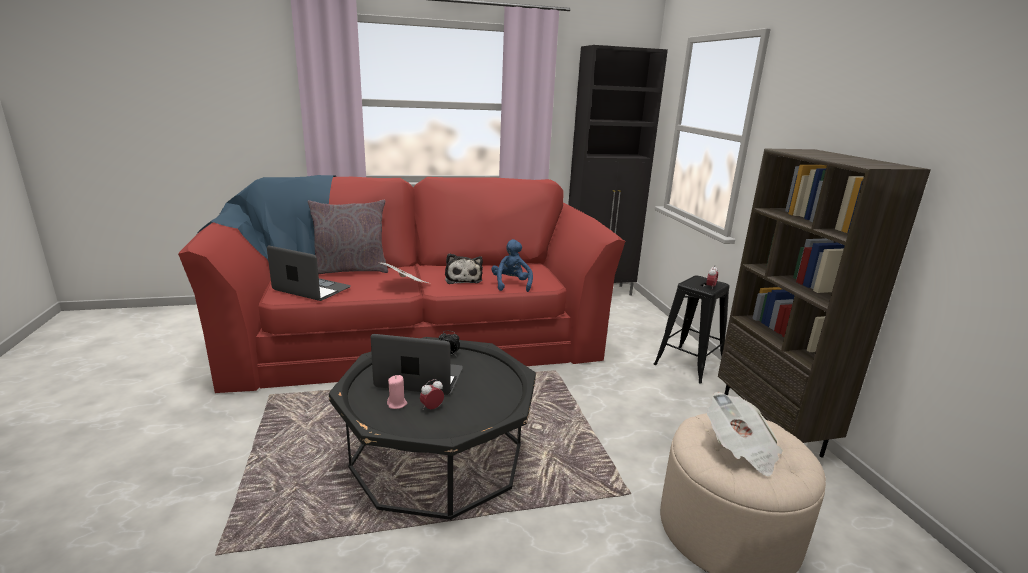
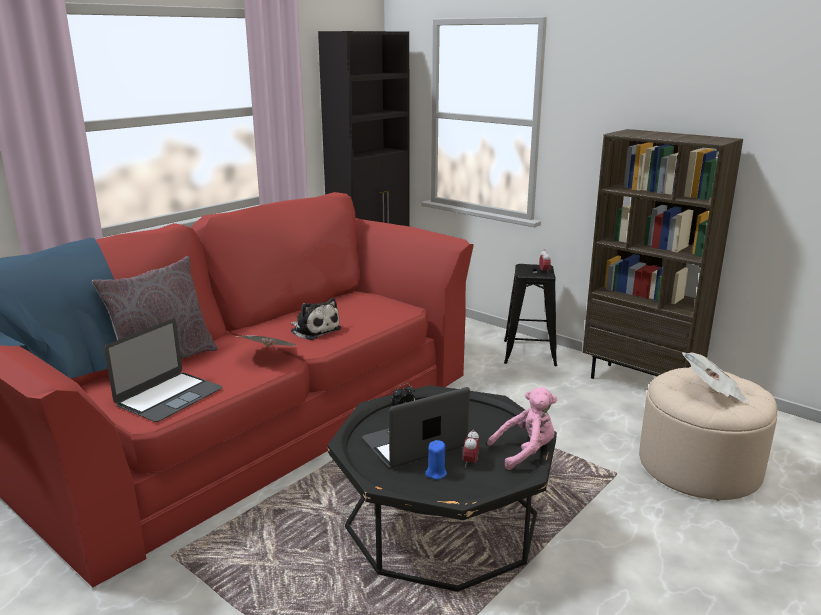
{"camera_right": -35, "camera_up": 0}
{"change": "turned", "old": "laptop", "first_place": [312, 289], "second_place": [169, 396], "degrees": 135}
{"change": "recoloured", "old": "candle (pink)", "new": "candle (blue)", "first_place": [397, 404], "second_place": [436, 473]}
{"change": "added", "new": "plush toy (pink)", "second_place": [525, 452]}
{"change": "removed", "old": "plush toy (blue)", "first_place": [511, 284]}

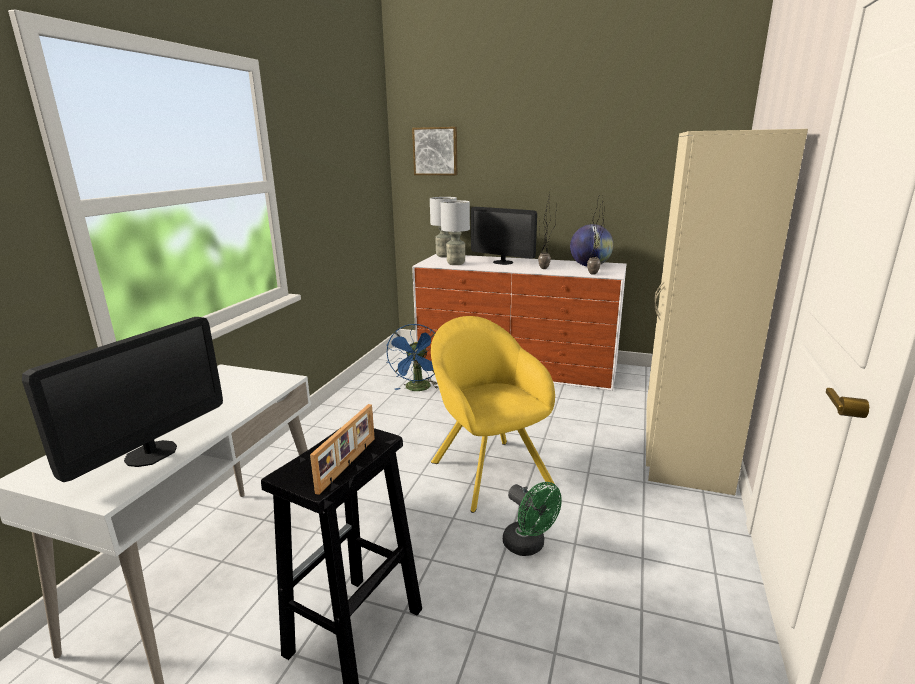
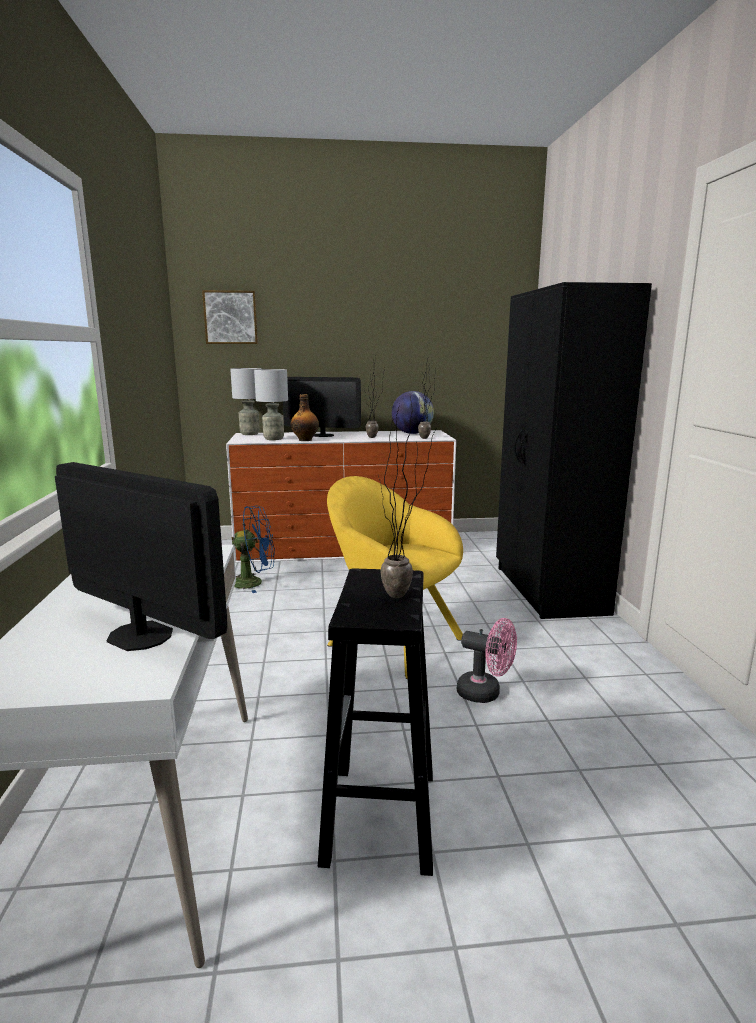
{"camera_right": -25, "camera_up": -5}
{"change": "turned", "old": "monitor", "first_place": [151, 453], "second_place": [140, 636], "degrees": -60}
{"change": "turned", "old": "fan (blue)", "first_place": [418, 389], "second_place": [254, 583], "degrees": -75}
{"change": "added", "new": "bottle", "second_place": [305, 440]}
{"change": "replaced", "old": "picture frame", "new": "potted plant", "first_place": [348, 464], "second_place": [405, 598]}
{"change": "recoloured", "old": "fan (green)", "new": "fan (pink)", "first_place": [529, 546], "second_place": [485, 693]}
{"change": "recoloured", "old": "wardrobe (beige)", "new": "wardrobe (black)", "first_place": [683, 450], "second_place": [548, 590]}

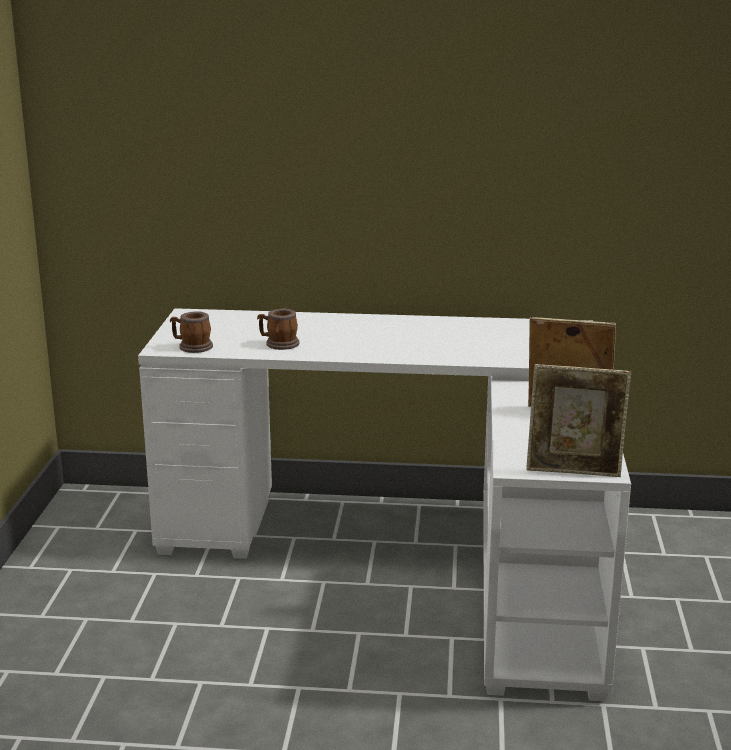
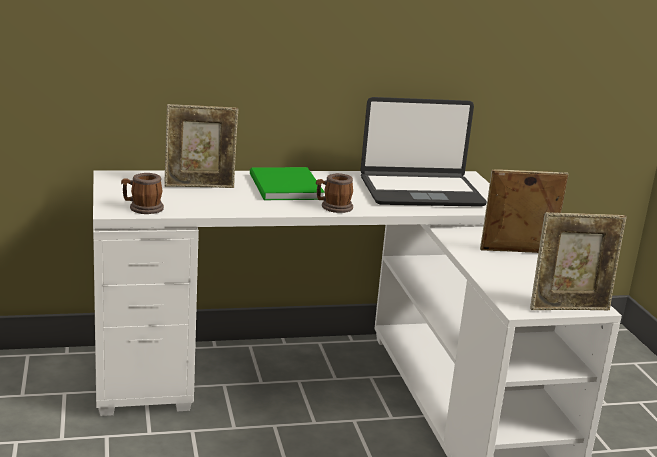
{"camera_right": -20, "camera_up": 0}
{"change": "added", "new": "picture frame", "second_place": [200, 186]}
{"change": "added", "new": "book (green)", "second_place": [284, 187]}
{"change": "moved", "old": "mug", "first_place": [278, 344], "second_place": [333, 207]}
{"change": "added", "new": "laptop", "second_place": [420, 191]}

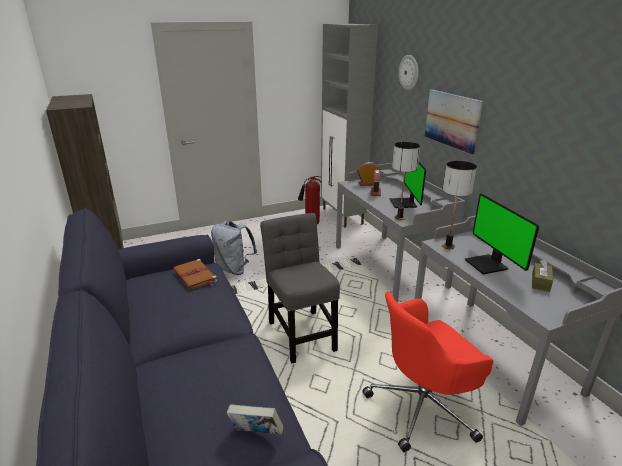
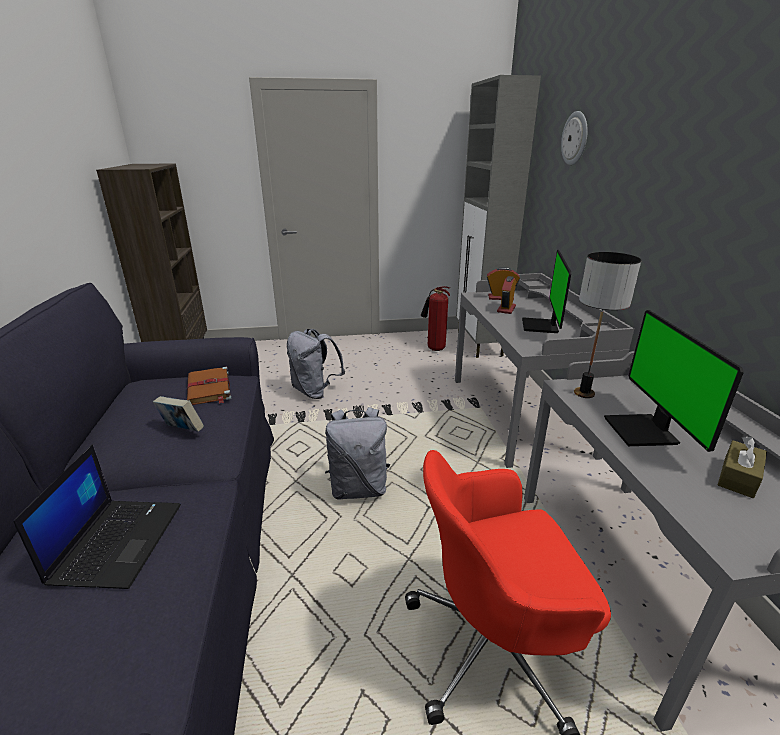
{"camera_right": 15, "camera_up": 0}
{"change": "added", "new": "laptop", "second_place": [117, 541]}
{"change": "moved", "old": "book", "first_place": [256, 434], "second_place": [182, 430]}
{"change": "replaced", "old": "chair (grey)", "new": "backpack (grey)", "first_place": [301, 333], "second_place": [358, 488]}
{"change": "removed", "old": "table lamp", "first_place": [399, 218]}
{"change": "removed", "old": "picture", "first_place": [451, 120]}

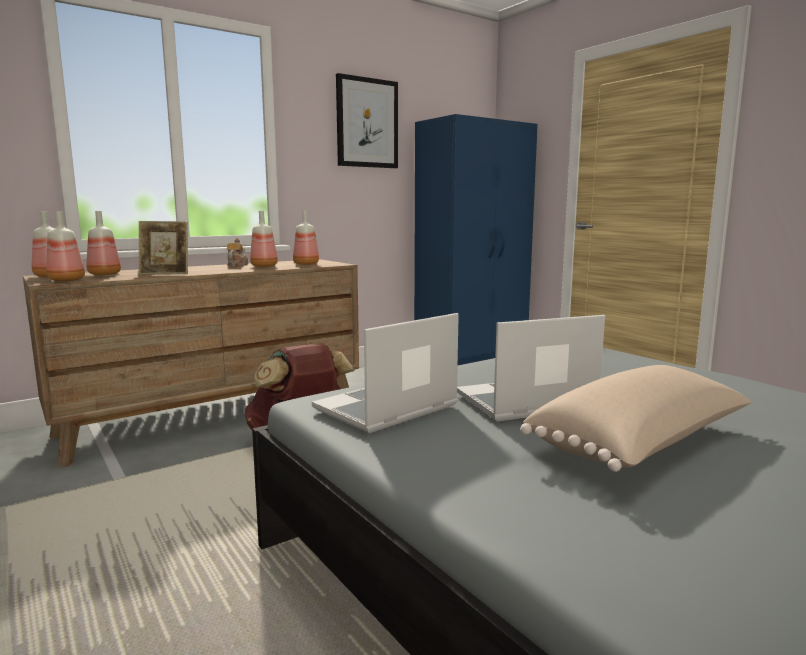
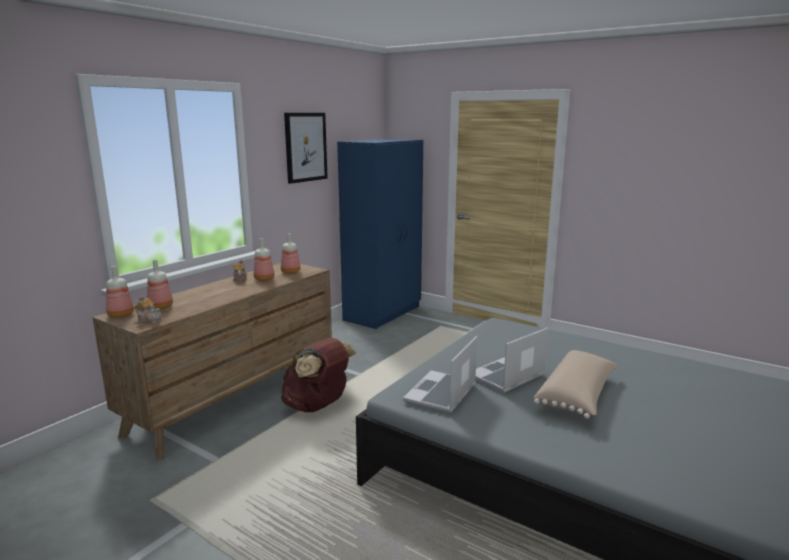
{"camera_right": -20, "camera_up": 5}
{"change": "replaced", "old": "bottle", "new": "teapot", "first_place": [67, 280], "second_place": [150, 320]}
{"change": "removed", "old": "picture frame", "first_place": [165, 273]}

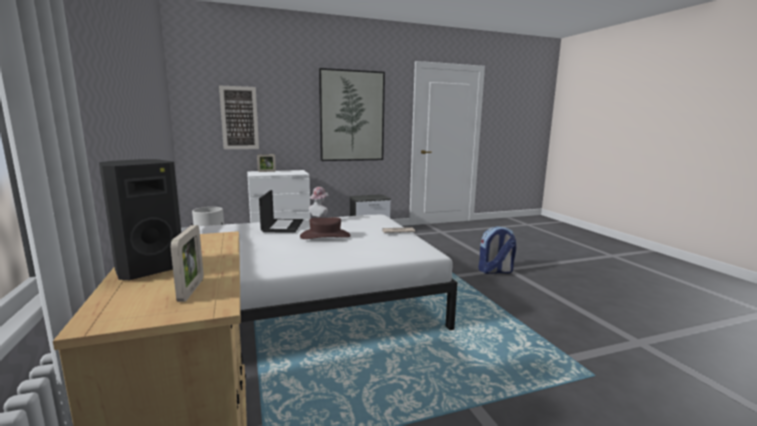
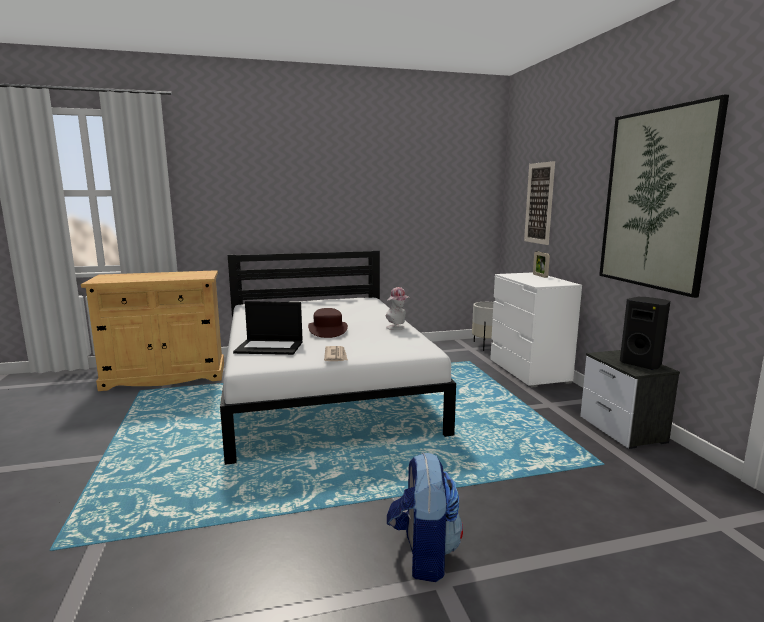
{"camera_right": 95, "camera_up": 0}
{"change": "moved", "old": "laptop", "first_place": [282, 226], "second_place": [270, 347]}
{"change": "moved", "old": "speaker (black)", "first_place": [148, 269], "second_place": [642, 364]}
{"change": "removed", "old": "picture frame", "first_place": [191, 290]}

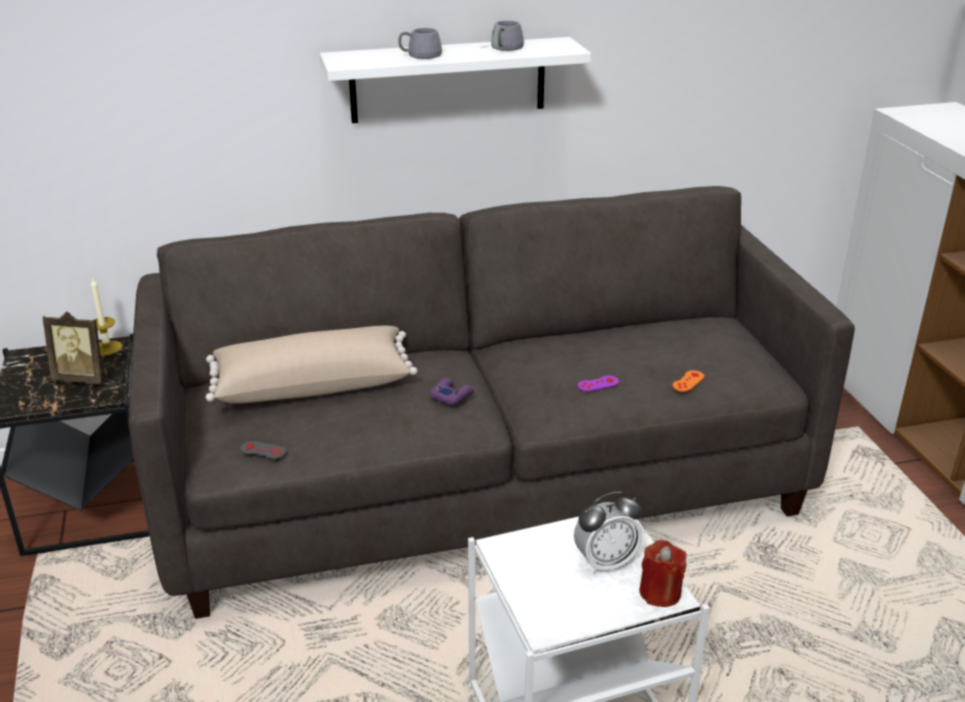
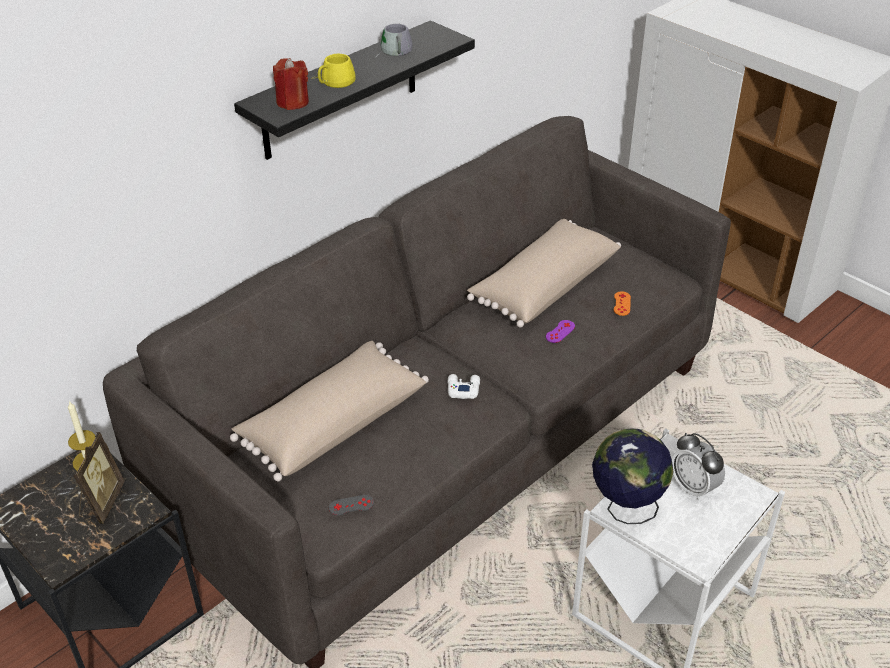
{"camera_right": -30, "camera_up": 10}
{"change": "turned", "old": "picture frame", "first_place": [83, 378], "second_place": [101, 503], "degrees": -60}
{"change": "recoloured", "old": "shelf (white)", "new": "shelf (black)", "first_place": [448, 80], "second_place": [340, 91]}
{"change": "moved", "old": "candle (red)", "first_place": [660, 593], "second_place": [292, 102]}
{"change": "recoloured", "old": "mug (grey)", "new": "mug (yellow)", "first_place": [419, 54], "second_place": [332, 81]}
{"change": "recoloured", "old": "game controller (purple)", "new": "game controller (white)", "first_place": [451, 396], "second_place": [463, 389]}
{"change": "added", "new": "pillow (beige)", "second_place": [543, 286]}
{"change": "added", "new": "globe", "second_place": [626, 508]}
{"change": "turned", "old": "alarm clock", "first_place": [605, 562], "second_place": [693, 487], "degrees": 105}

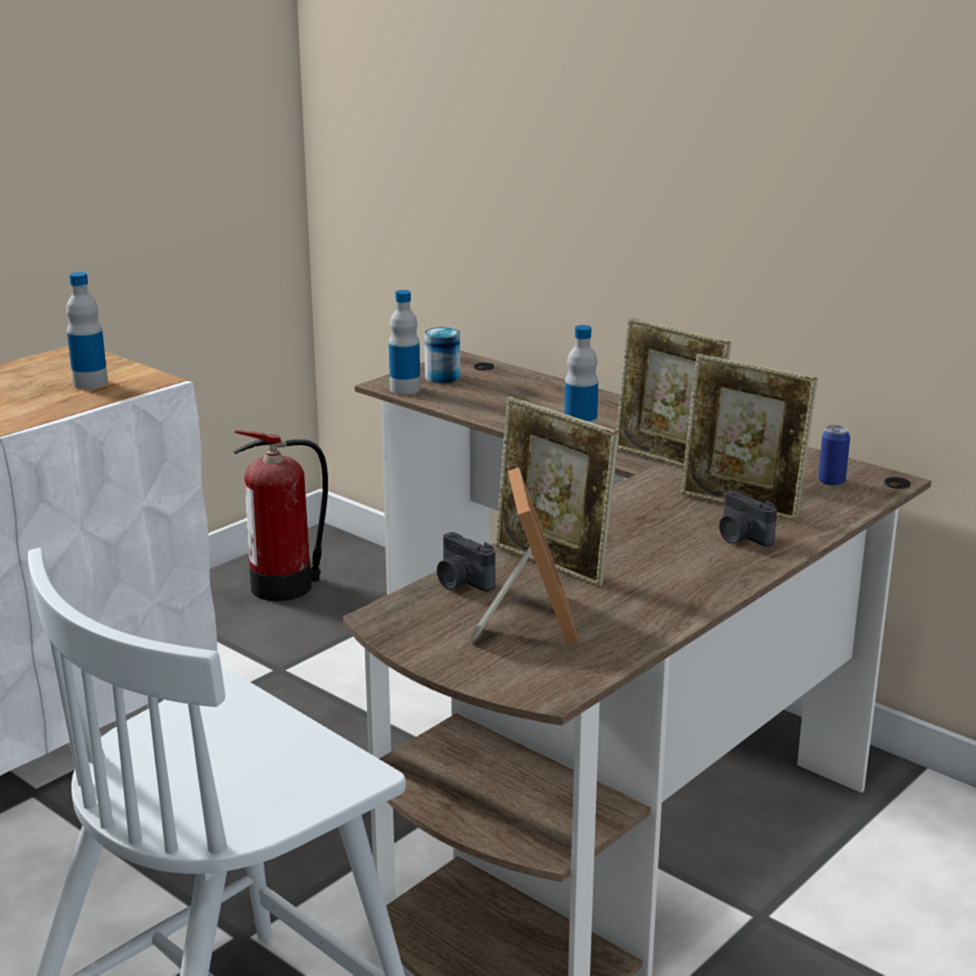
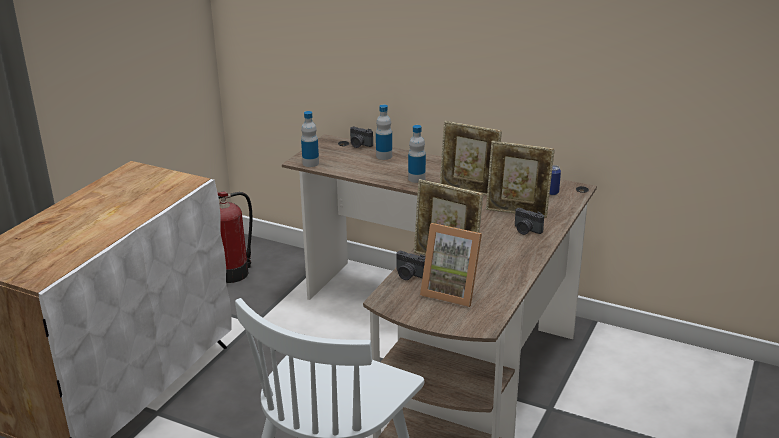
{"camera_right": -15, "camera_up": 5}
{"change": "added", "new": "photo camera", "second_place": [359, 145]}
{"change": "moved", "old": "bottle", "first_place": [90, 383], "second_place": [384, 156]}
{"change": "turned", "old": "picture frame", "first_place": [526, 621], "second_place": [452, 291], "degrees": 135}
{"change": "removed", "old": "can", "first_place": [442, 377]}

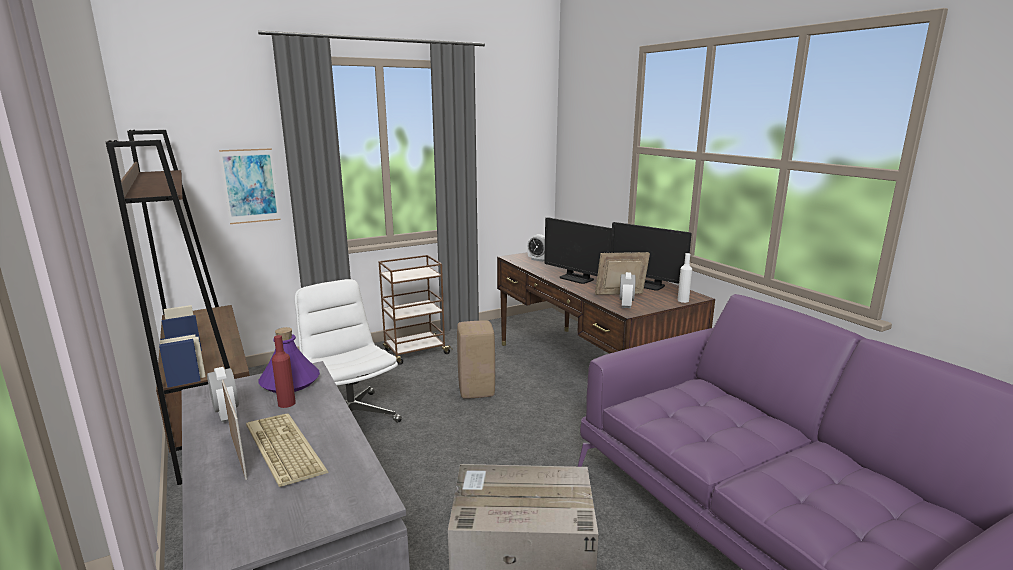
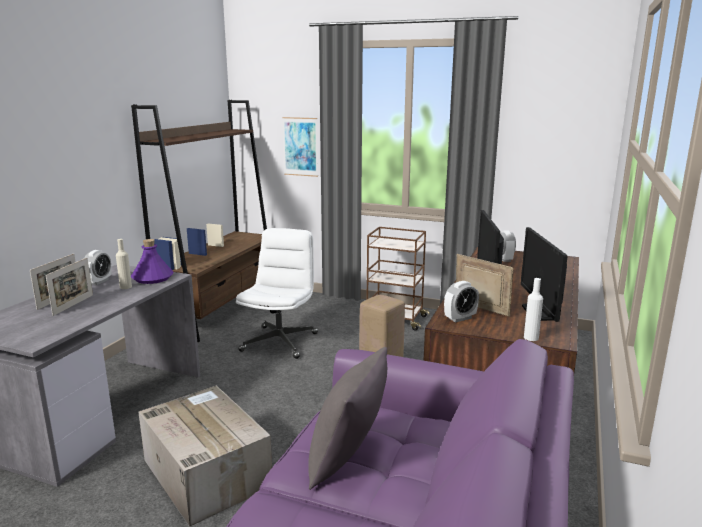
{"camera_right": 50, "camera_up": 0}
{"change": "replaced", "old": "keyboard", "new": "picture frame", "first_place": [282, 449], "second_place": [73, 305]}
{"change": "recoloured", "old": "bottle (red)", "new": "bottle (beige)", "first_place": [286, 403], "second_place": [125, 287]}
{"change": "added", "new": "pillow (grey)", "second_place": [349, 460]}

